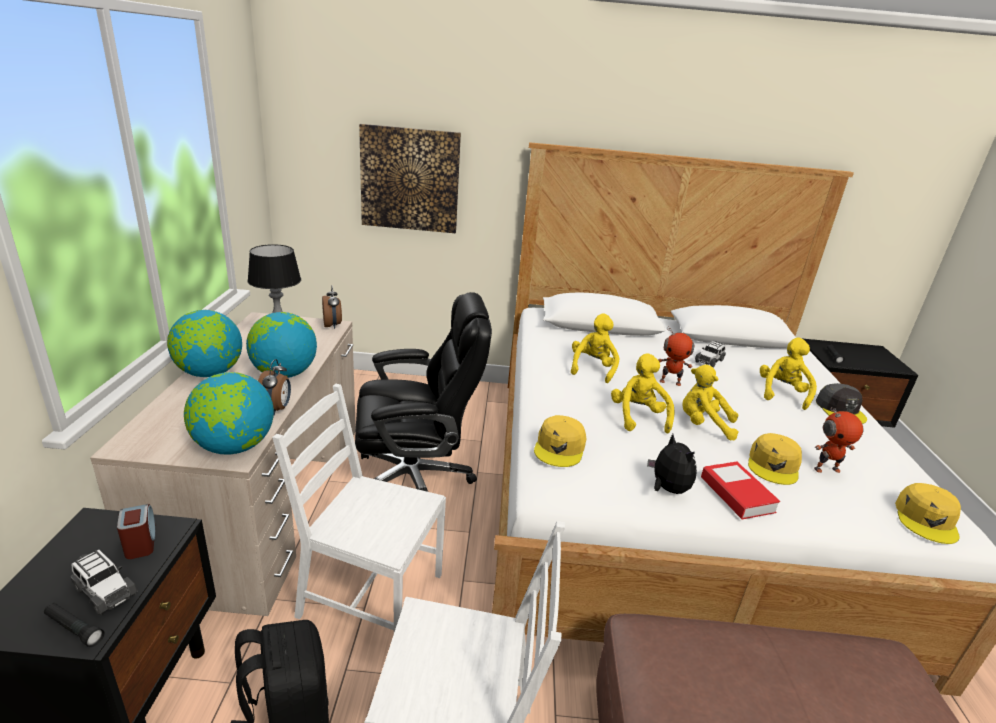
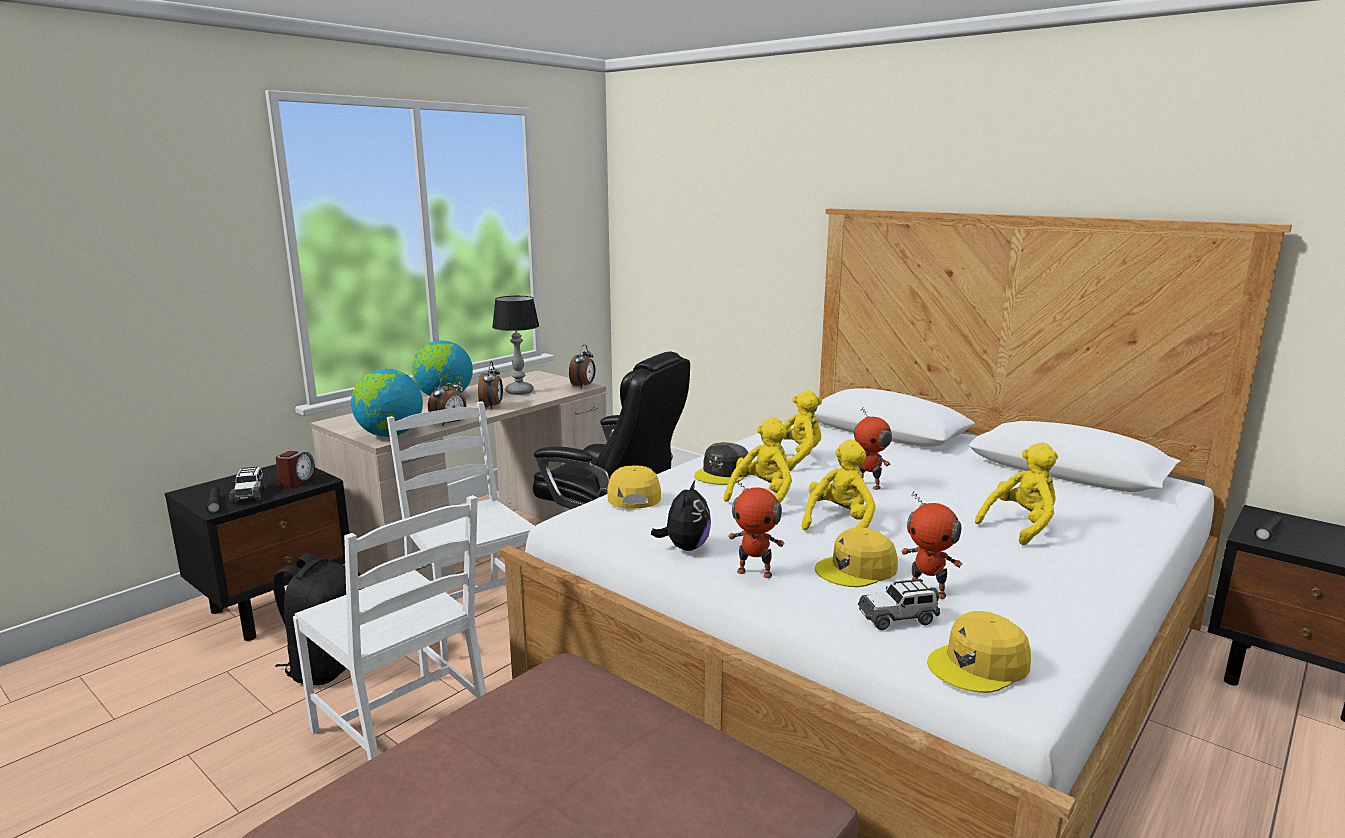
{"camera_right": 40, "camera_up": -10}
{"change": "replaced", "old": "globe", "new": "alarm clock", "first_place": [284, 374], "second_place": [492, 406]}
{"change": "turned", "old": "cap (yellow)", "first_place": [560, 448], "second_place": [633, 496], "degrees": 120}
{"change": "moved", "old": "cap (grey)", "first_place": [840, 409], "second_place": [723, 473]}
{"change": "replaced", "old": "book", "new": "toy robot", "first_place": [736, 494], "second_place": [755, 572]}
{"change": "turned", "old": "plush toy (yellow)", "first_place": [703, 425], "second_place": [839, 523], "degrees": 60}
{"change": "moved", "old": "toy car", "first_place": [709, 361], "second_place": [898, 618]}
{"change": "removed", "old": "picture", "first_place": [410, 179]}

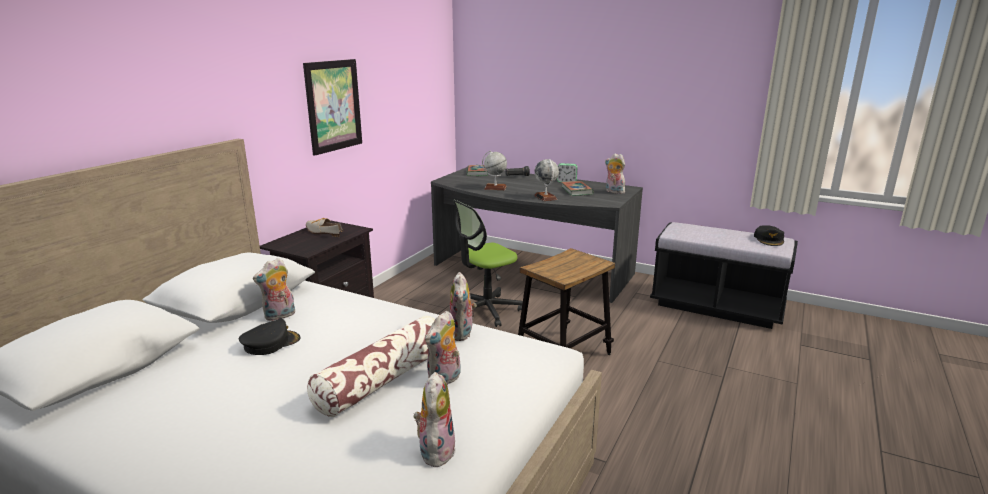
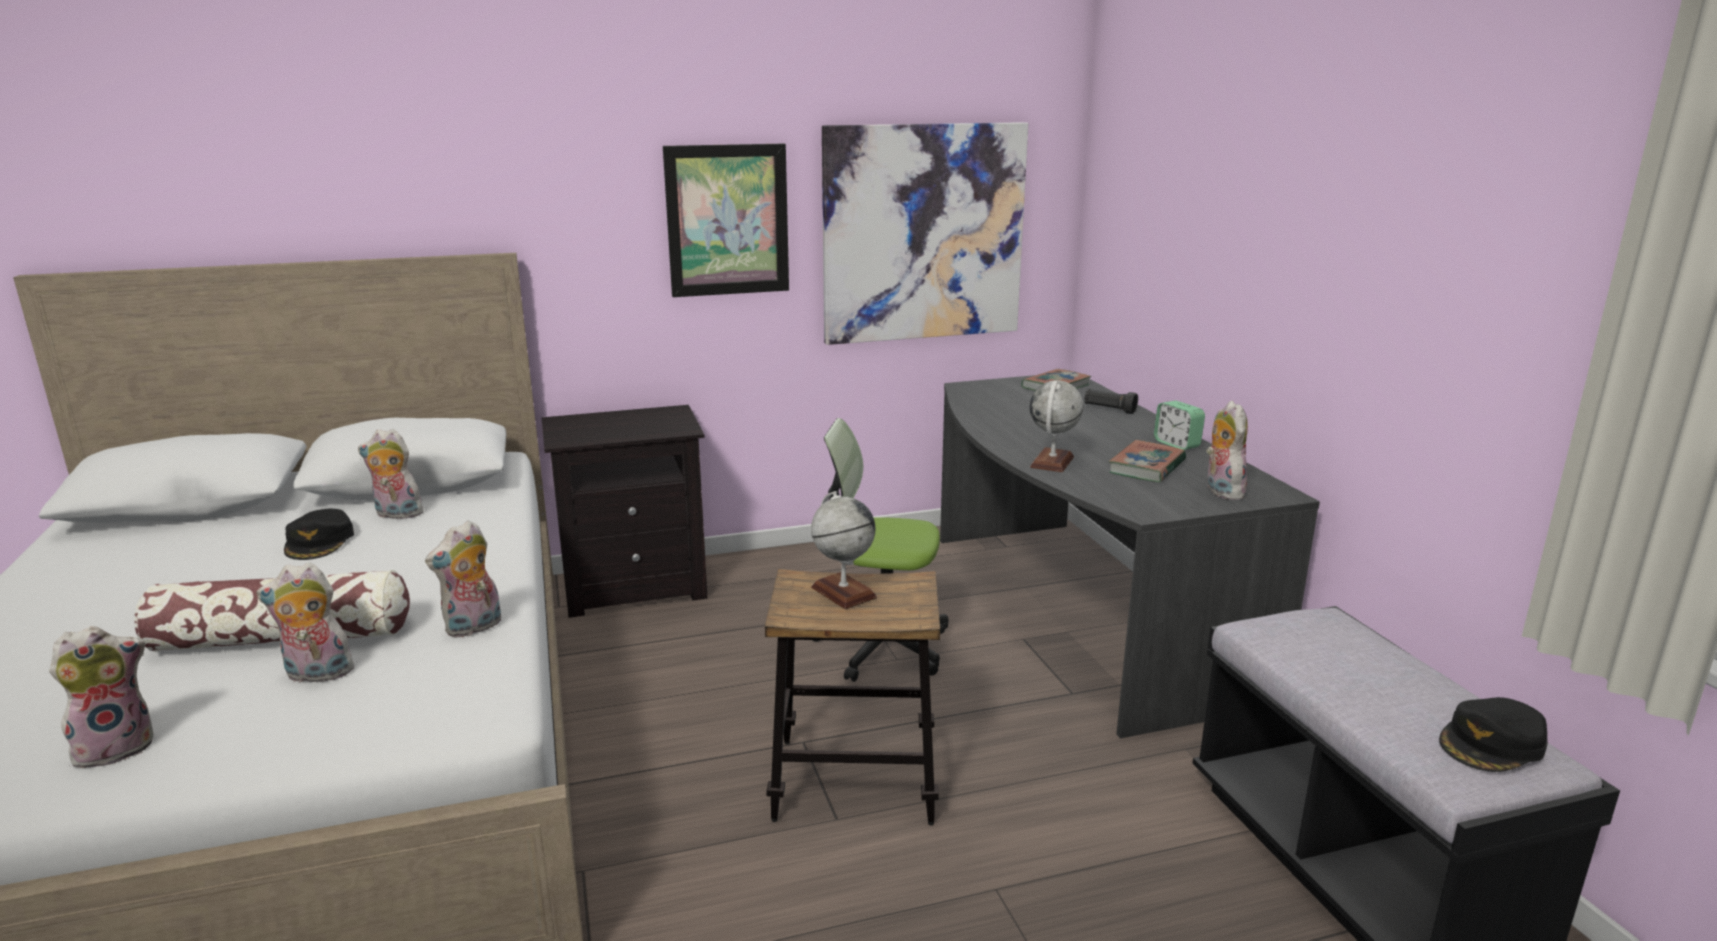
{"camera_right": 45, "camera_up": 0}
{"change": "turned", "old": "cap (black)", "first_place": [270, 343], "second_place": [320, 542], "degrees": 75}
{"change": "moved", "old": "globe", "first_place": [495, 188], "second_place": [843, 592]}
{"change": "added", "new": "picture", "second_place": [923, 233]}
{"change": "removed", "old": "shoe", "first_place": [323, 232]}

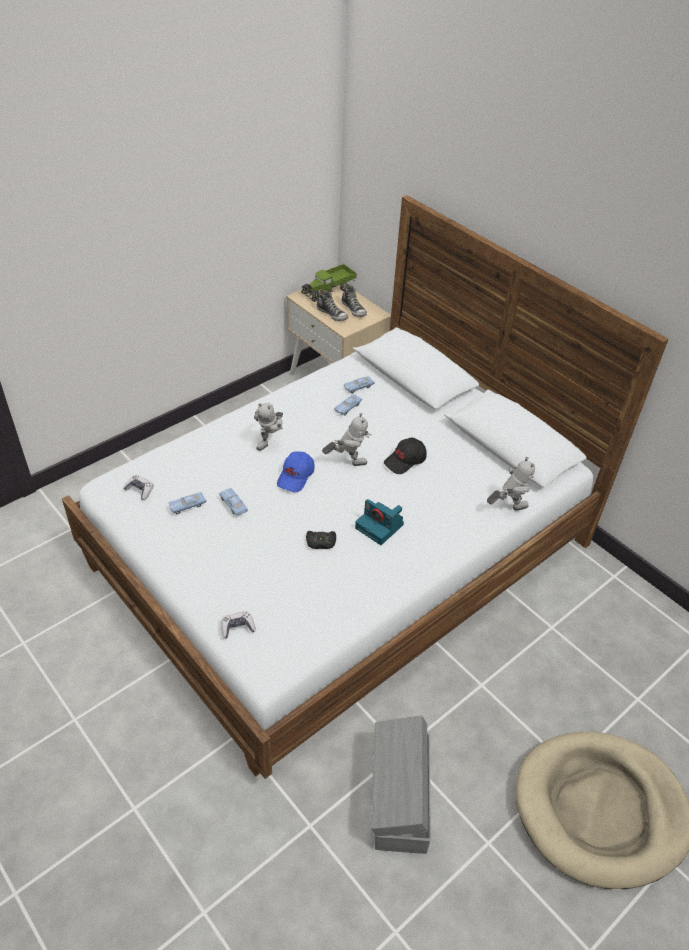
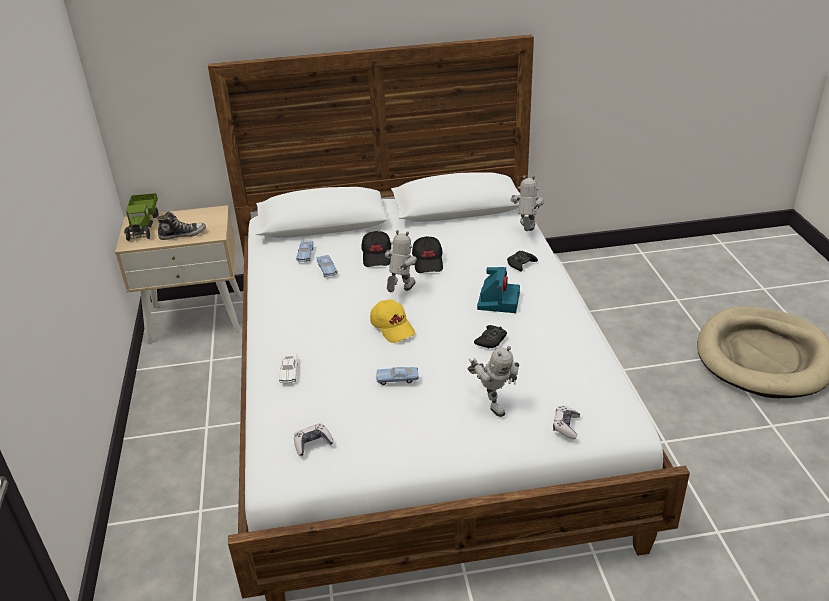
{"camera_right": -55, "camera_up": -10}
{"change": "added", "new": "toy car (white)", "second_place": [289, 372]}
{"change": "added", "new": "cap (black)", "second_place": [377, 256]}
{"change": "recoloured", "old": "cap (blue)", "new": "cap (yellow)", "first_place": [296, 477], "second_place": [393, 327]}
{"change": "moved", "old": "toy robot", "first_place": [271, 442], "second_place": [492, 402]}
{"change": "turned", "old": "photo camera", "first_place": [380, 526], "second_place": [498, 300], "degrees": -60}
{"change": "added", "new": "game controller (black)", "second_place": [521, 264]}
{"change": "removed", "old": "toy car (blue)", "first_place": [187, 506]}
{"change": "removed", "old": "shoe", "first_place": [354, 309]}
{"change": "removed", "old": "storage box (grey)", "first_place": [399, 798]}

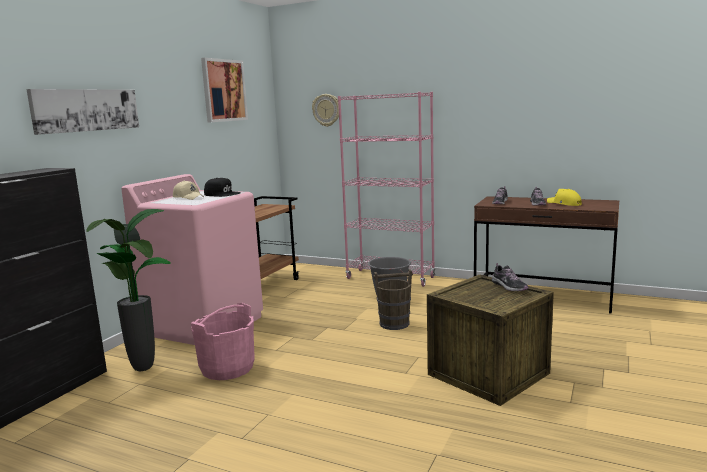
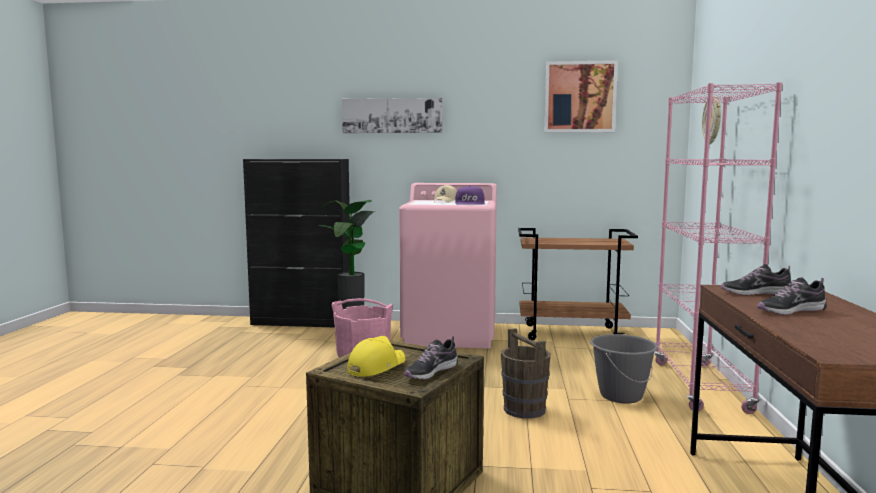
{"camera_right": 70, "camera_up": -5}
{"change": "moved", "old": "cap (yellow)", "first_place": [564, 204], "second_place": [376, 366]}
{"change": "recoloured", "old": "cap (black)", "new": "cap (purple)", "first_place": [222, 194], "second_place": [470, 203]}

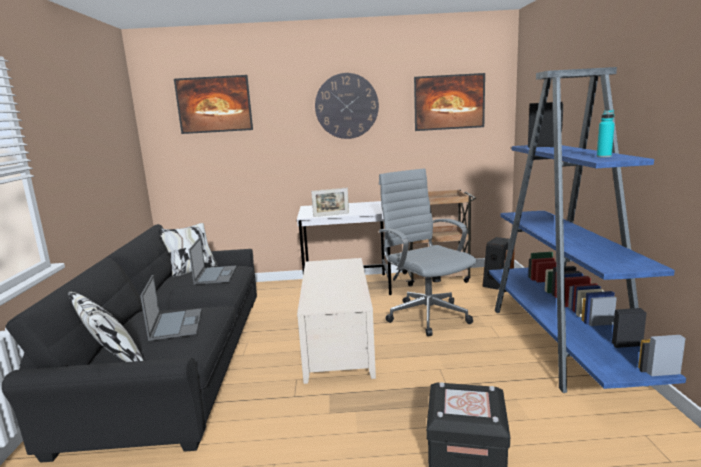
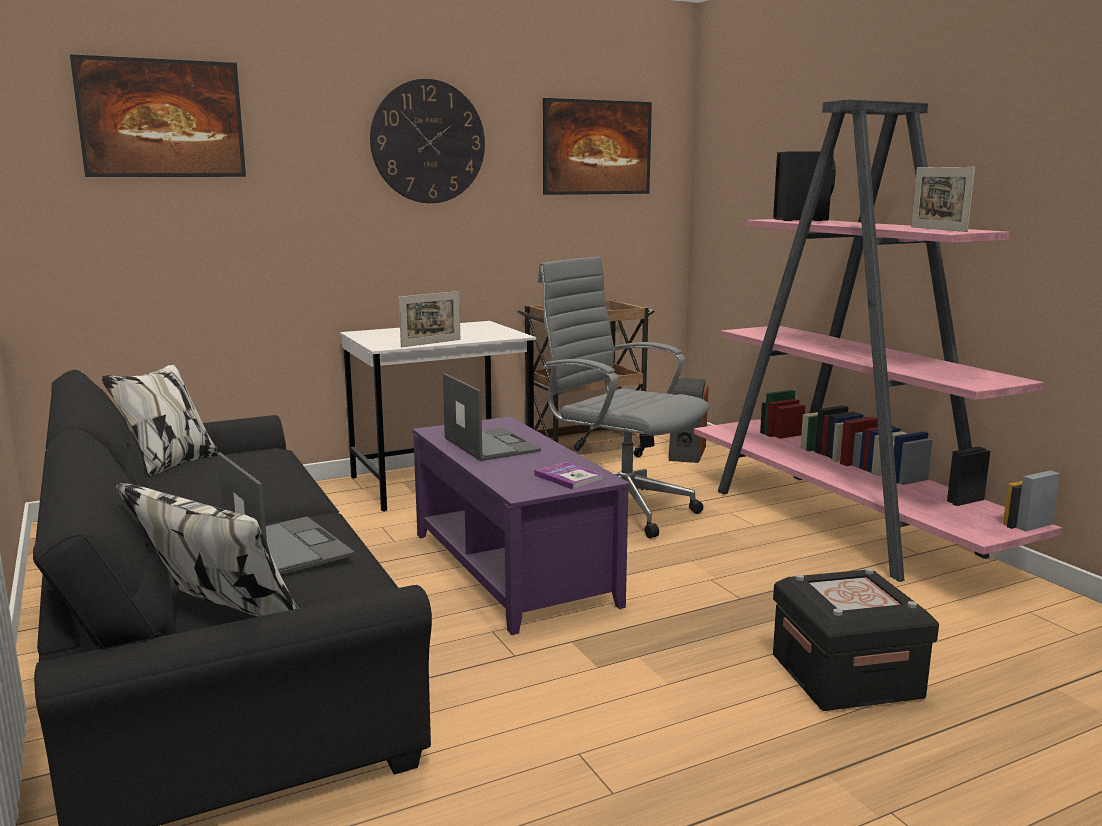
{"camera_right": -25, "camera_up": 0}
{"change": "recoloured", "old": "coffee table (beige)", "new": "coffee table (purple)", "first_place": [338, 343], "second_place": [511, 568]}
{"change": "moved", "old": "laptop", "first_place": [215, 275], "second_place": [490, 444]}
{"change": "added", "new": "book", "second_place": [568, 477]}
{"change": "recoloured", "old": "bookcase (blue)", "new": "bookcase (pink)", "first_place": [560, 344], "second_place": [844, 523]}
{"change": "replaced", "old": "bottle (turquoise)", "new": "picture frame", "first_place": [604, 156], "second_place": [938, 229]}

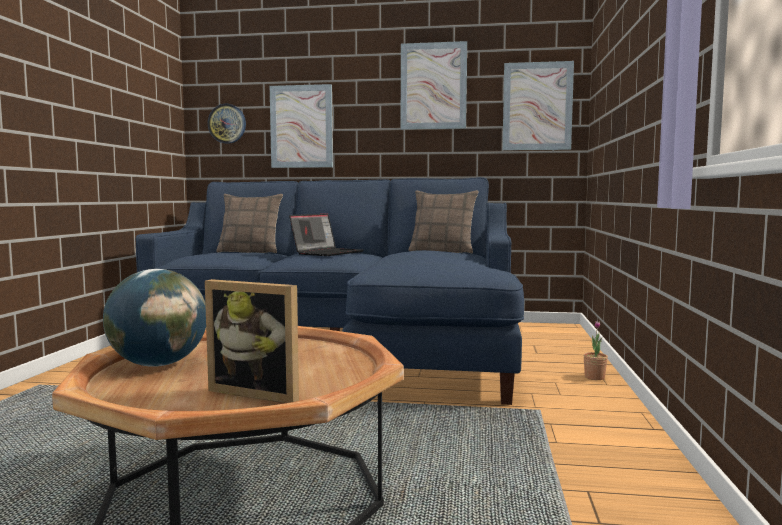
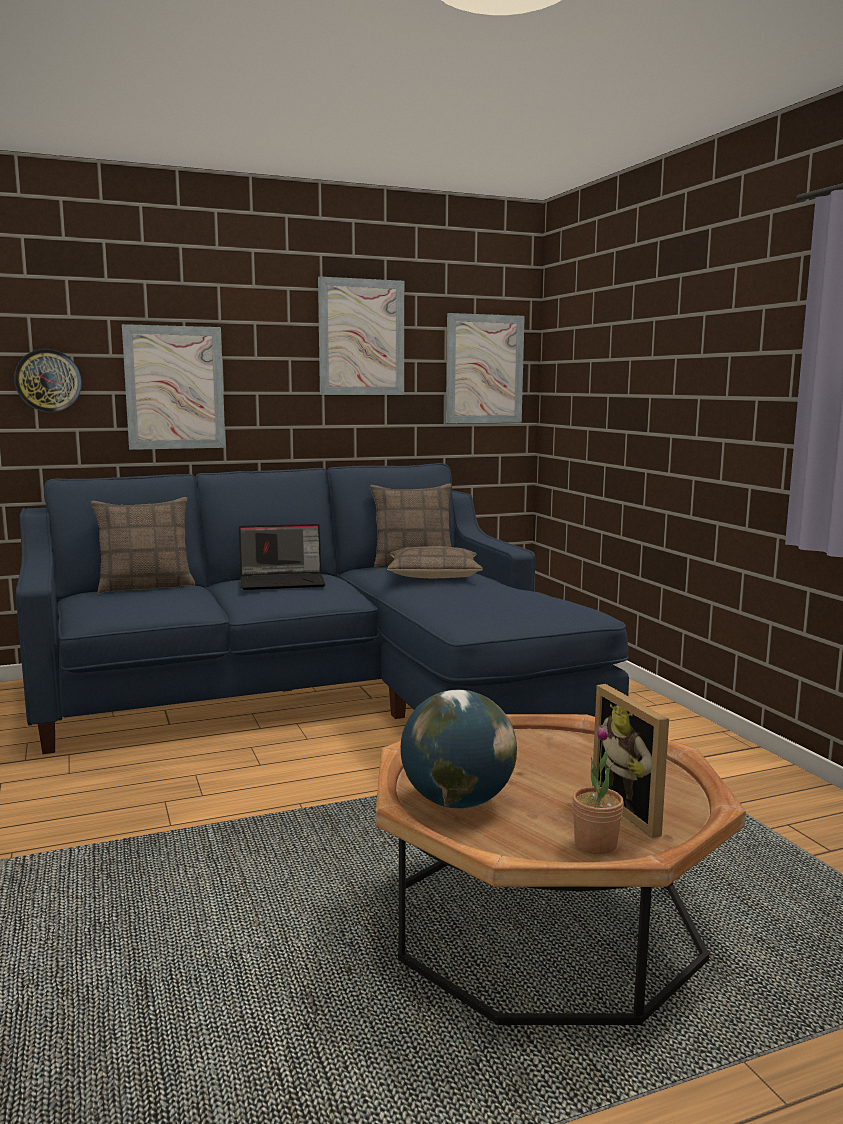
{"camera_right": -30, "camera_up": 5}
{"change": "turned", "old": "laptop", "first_place": [327, 253], "second_place": [283, 581], "degrees": 75}
{"change": "added", "new": "pillow", "second_place": [433, 574]}
{"change": "moved", "old": "potted plant", "first_place": [594, 377], "second_place": [595, 844]}
{"change": "turned", "old": "picture frame", "first_place": [259, 392], "second_place": [635, 810], "degrees": 75}

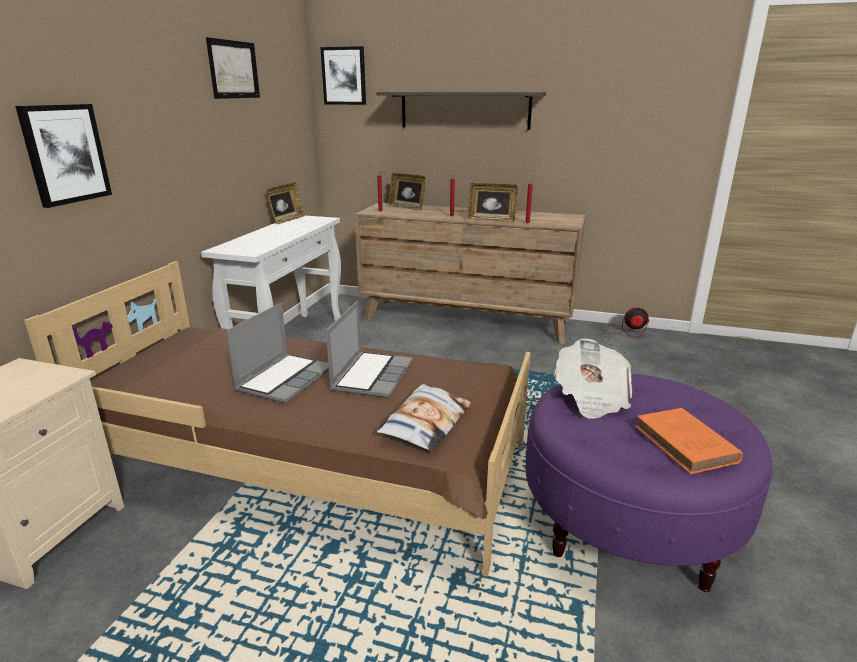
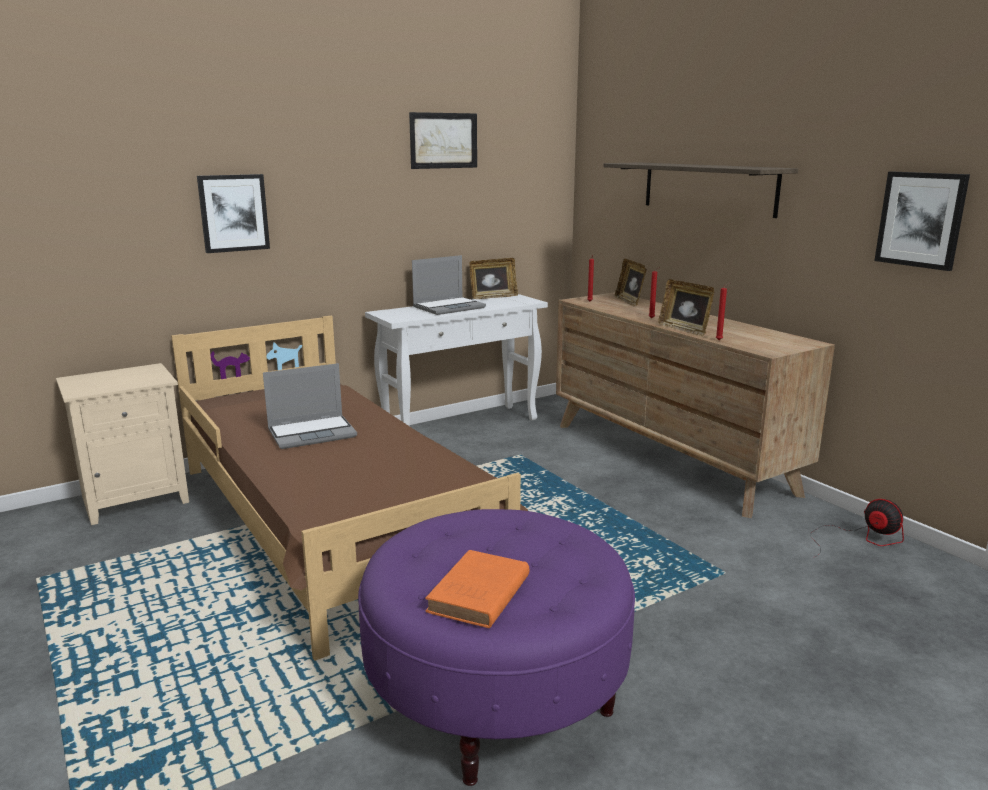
{"camera_right": 40, "camera_up": -5}
{"change": "moved", "old": "laptop", "first_place": [372, 375], "second_place": [449, 307]}
{"change": "moved", "old": "picture", "first_place": [344, 76], "second_place": [921, 219]}
{"change": "removed", "old": "pillow", "first_place": [426, 423]}
{"change": "removed", "old": "newspaper", "first_place": [591, 397]}

